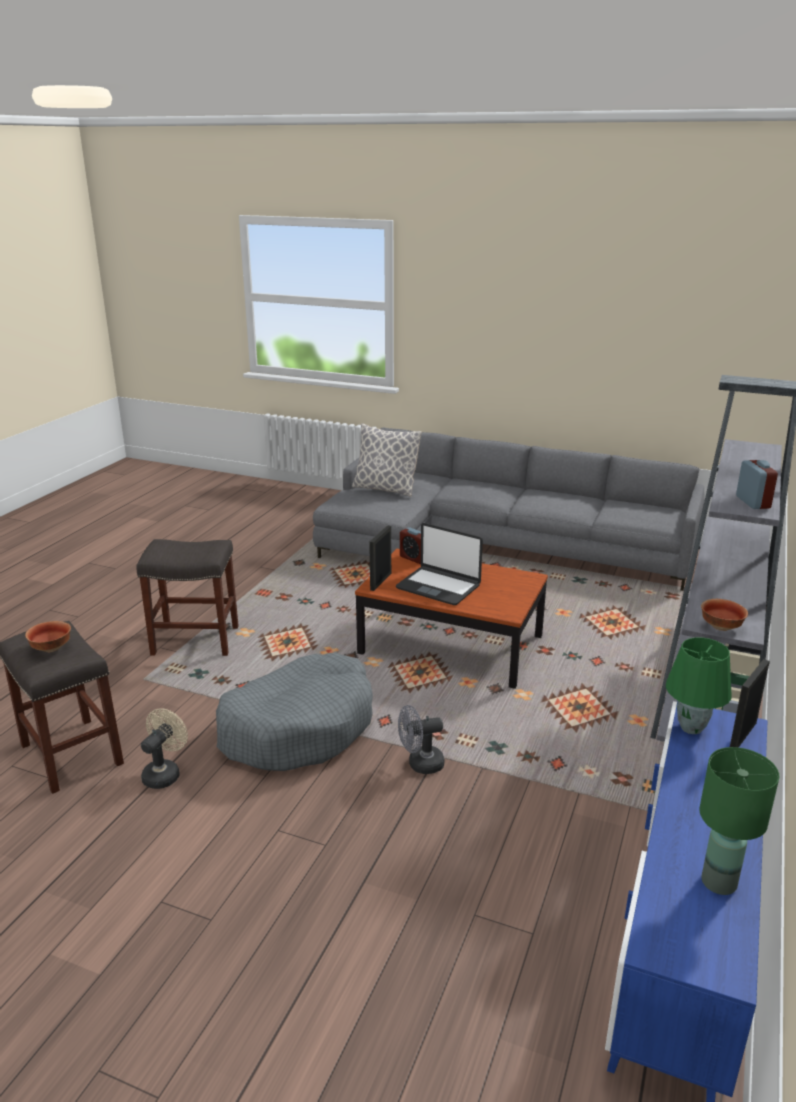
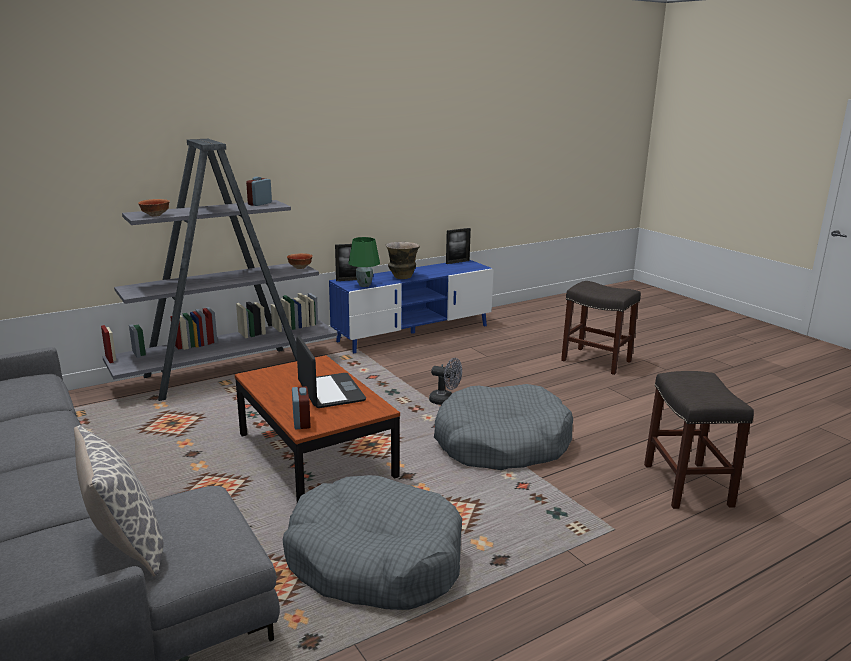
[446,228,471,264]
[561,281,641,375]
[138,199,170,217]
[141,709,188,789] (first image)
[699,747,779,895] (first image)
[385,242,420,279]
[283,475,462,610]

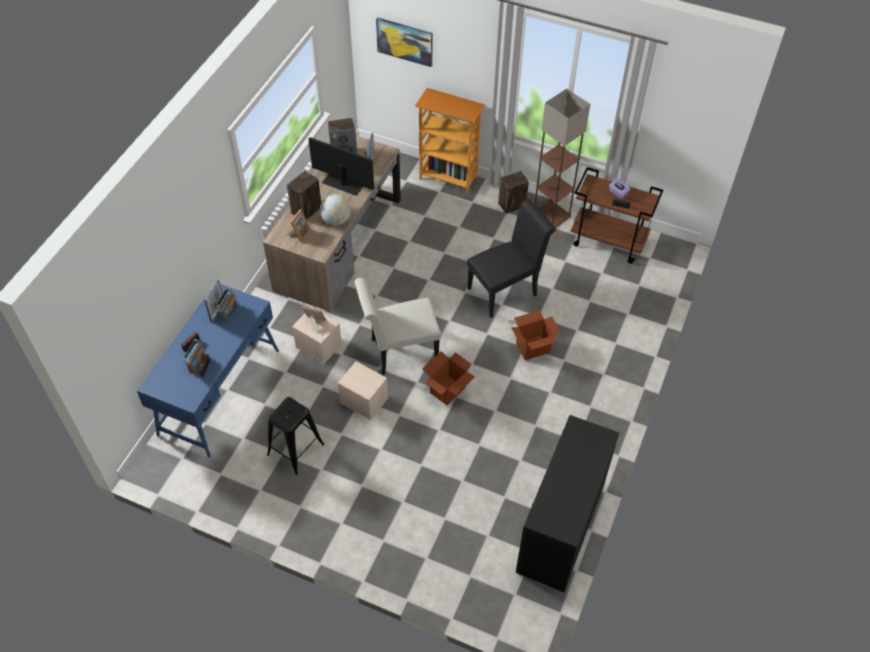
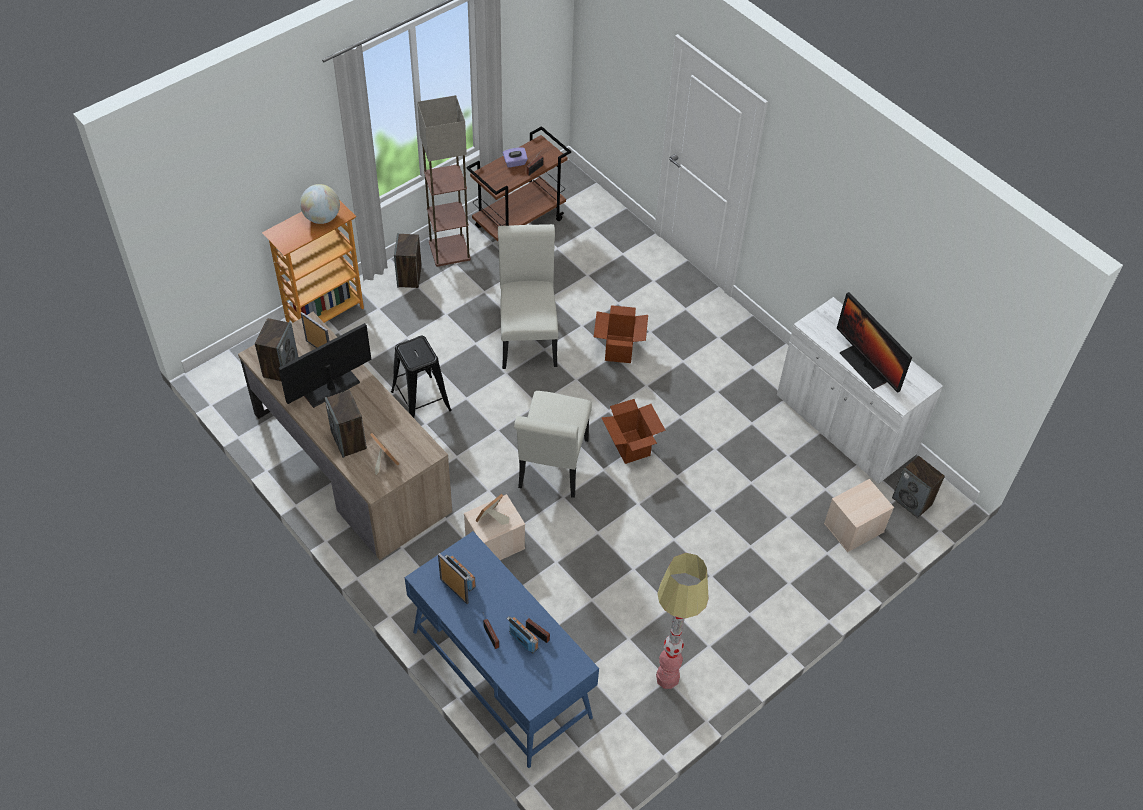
[376,17,433,67] (first image)
[300,184,340,224]
[498,224,558,369]
[824,479,894,552]
[391,336,452,418]
[777,297,943,484]
[837,292,912,393]
[892,456,945,518]
[656,553,709,689]

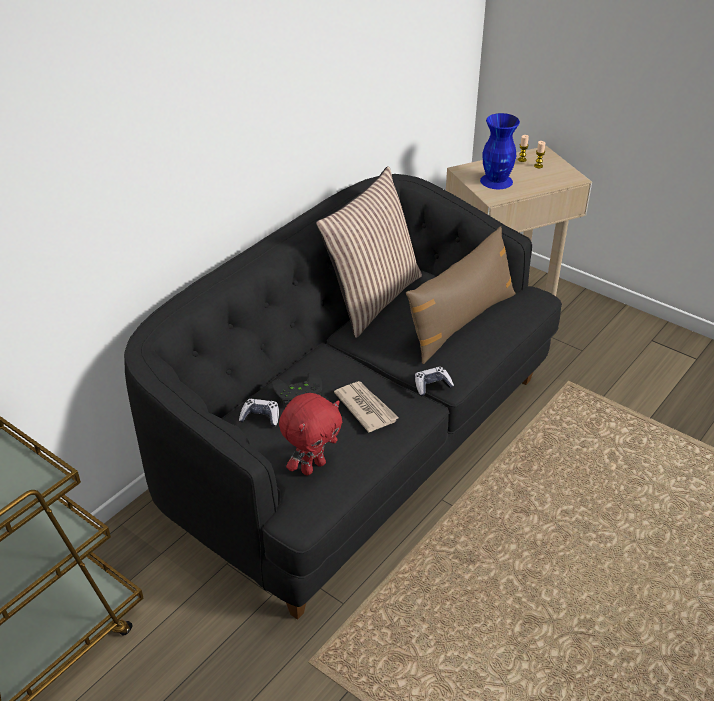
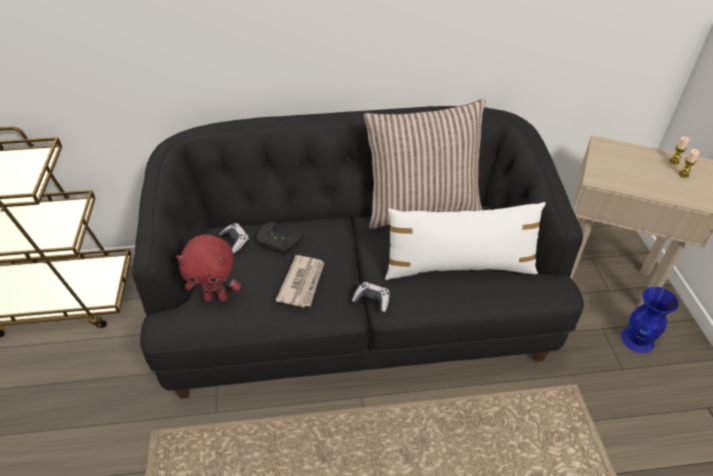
[621,287,679,353]
[385,202,546,280]

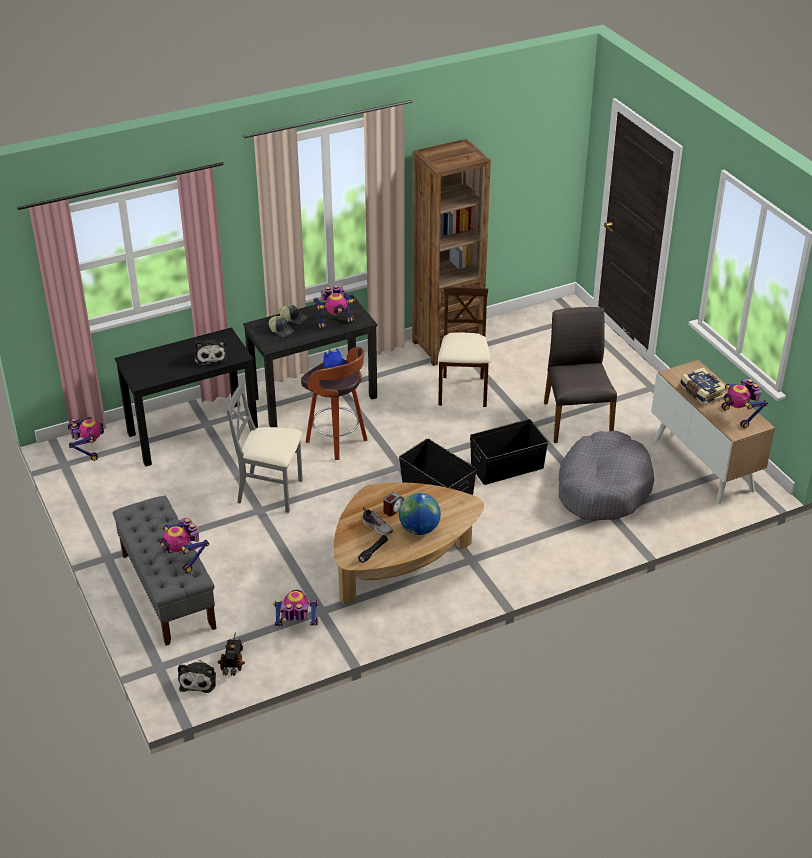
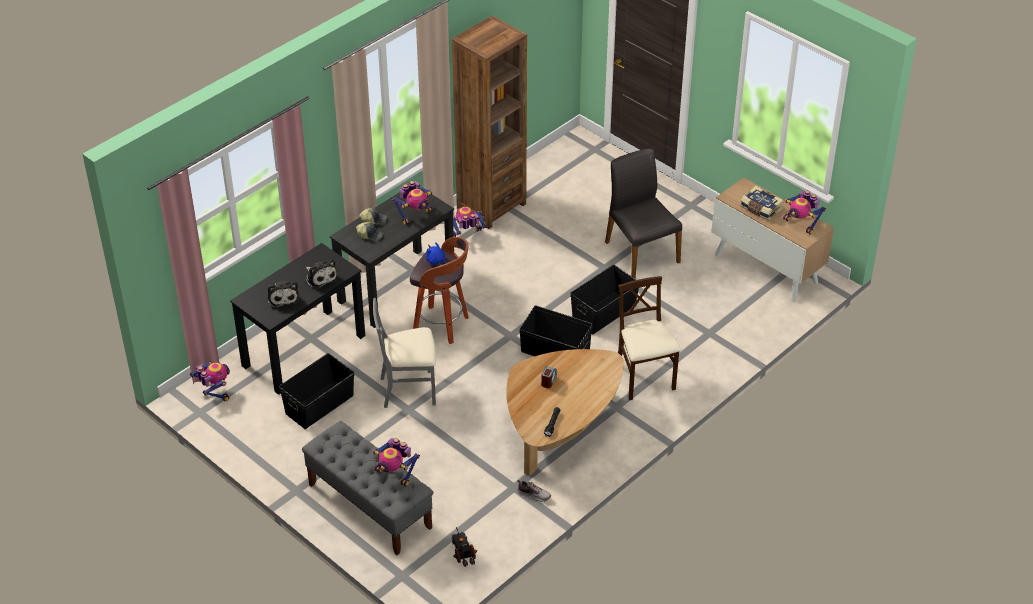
[618,276,681,400]
[558,431,654,521] (first image)
[399,493,441,535] (first image)
[517,480,551,502]
[453,206,487,237]
[267,281,299,308]
[279,353,354,429]

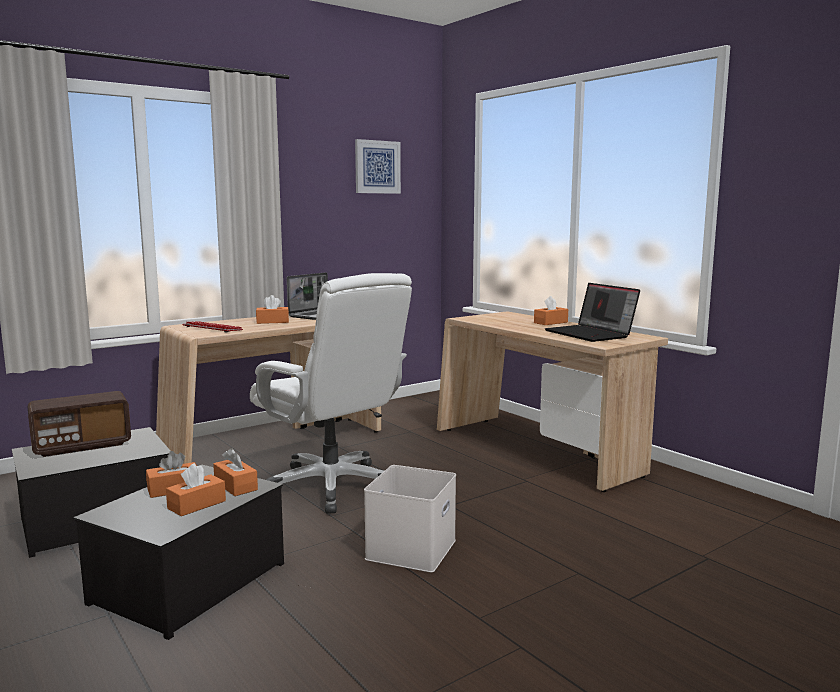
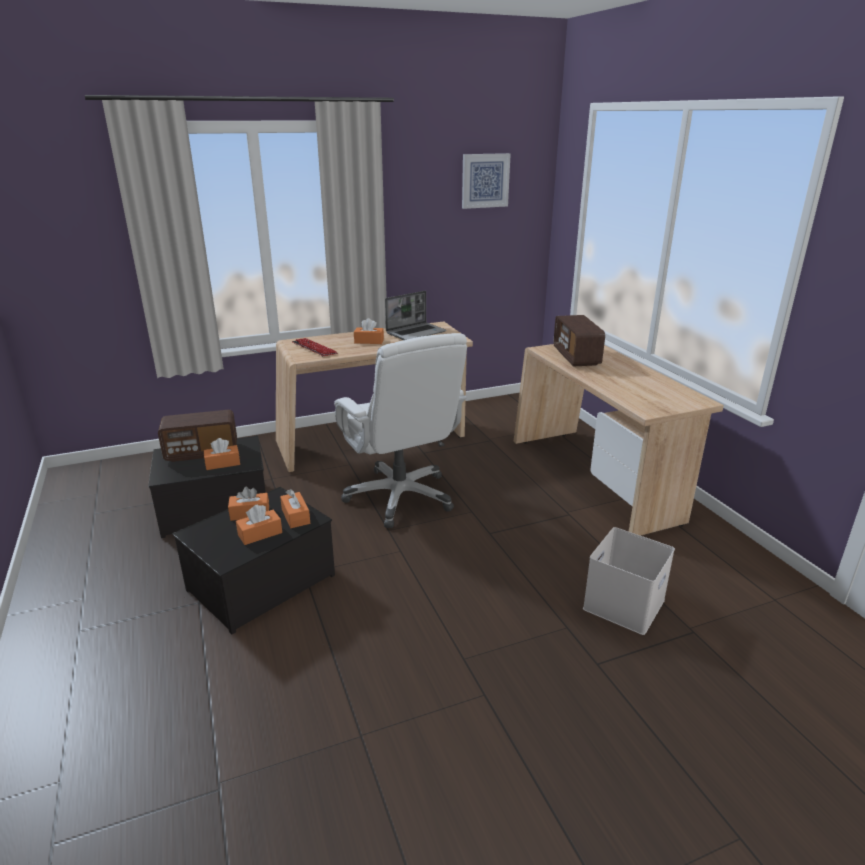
[545,283,640,342] (first image)
[204,438,240,470]
[583,527,675,635]
[553,315,605,367]

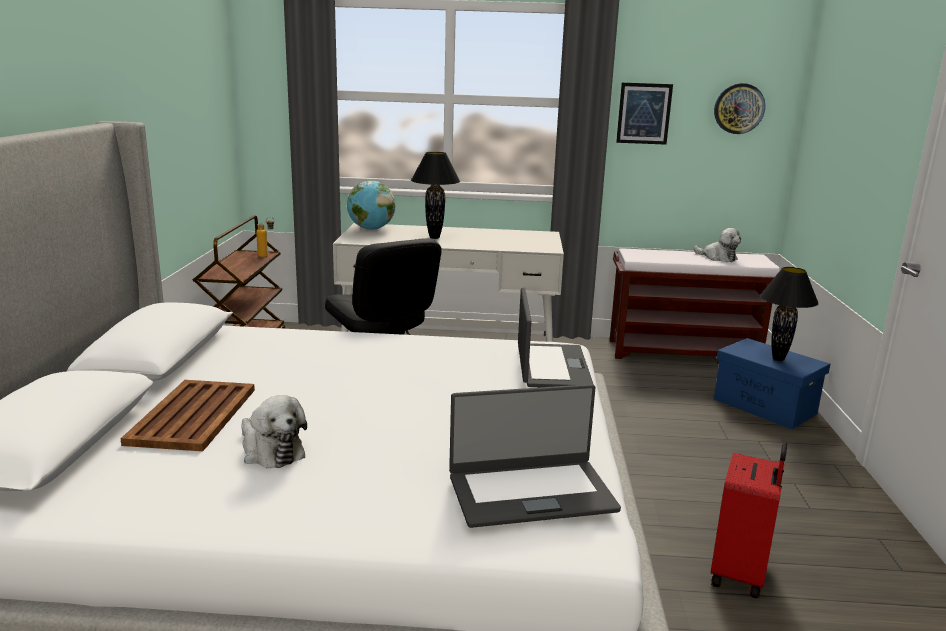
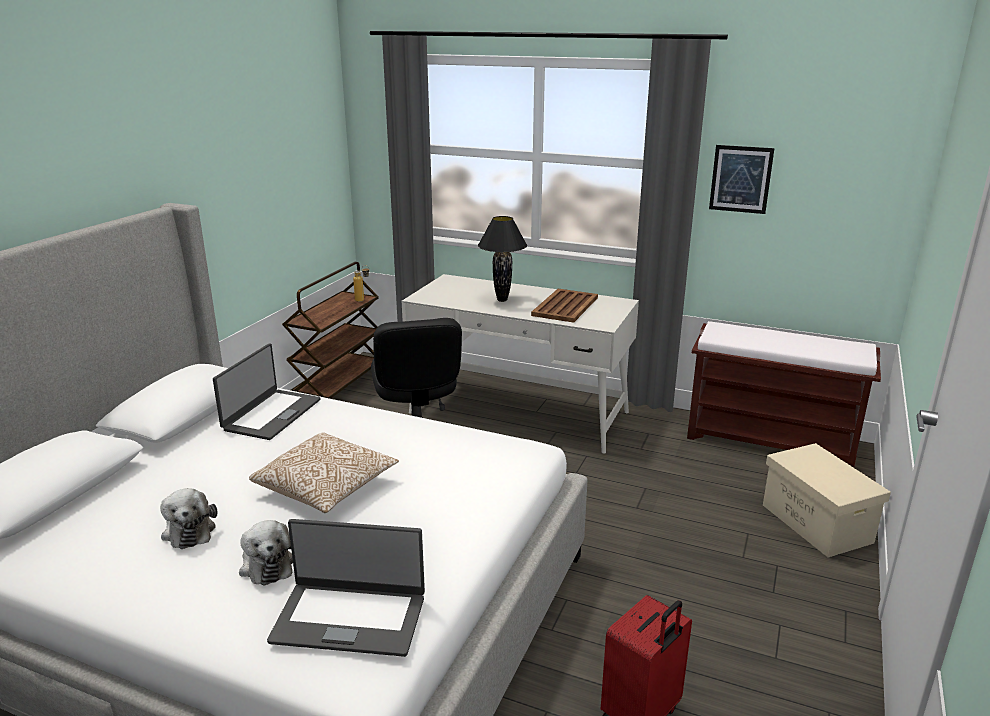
[714,83,765,134] (first image)
[347,181,395,230] (first image)
[239,520,293,586]
[760,267,819,361] (first image)
[213,343,320,440]
[763,443,891,557]
[531,289,598,323]
[249,432,399,513]

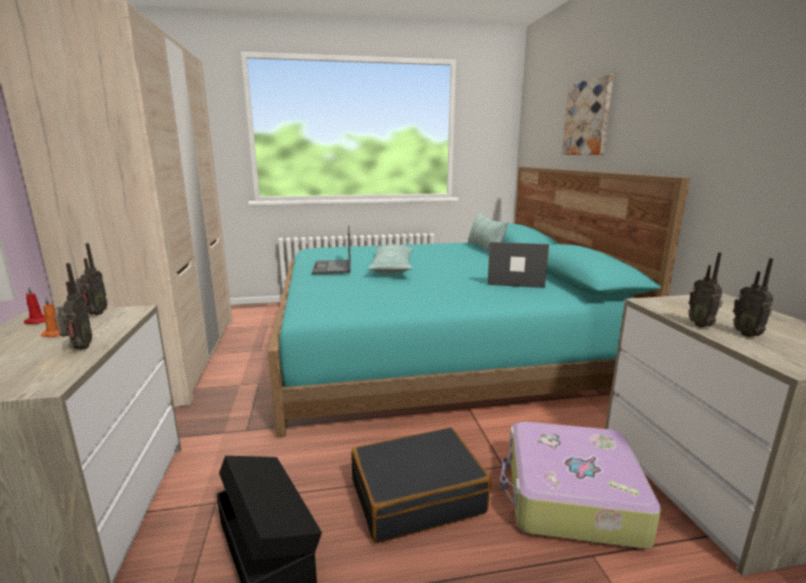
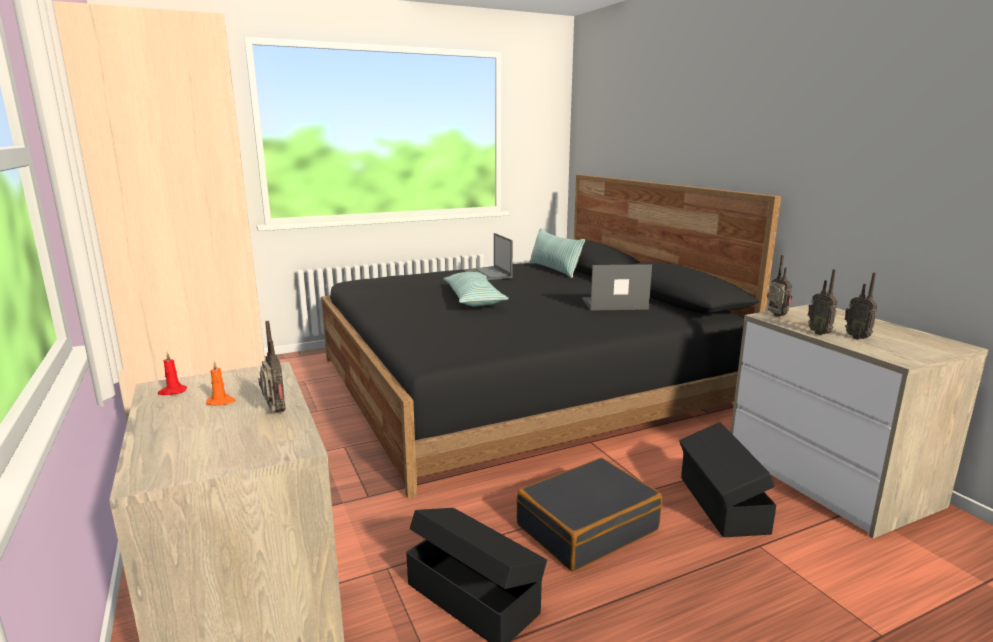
[562,74,614,155] (first image)
[321,174,781,499]
[463,233,513,280]
[767,255,792,317]
[679,422,776,537]

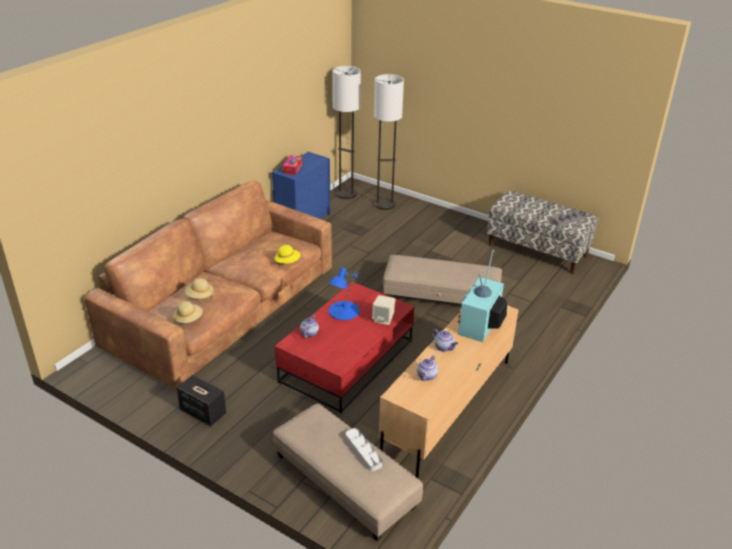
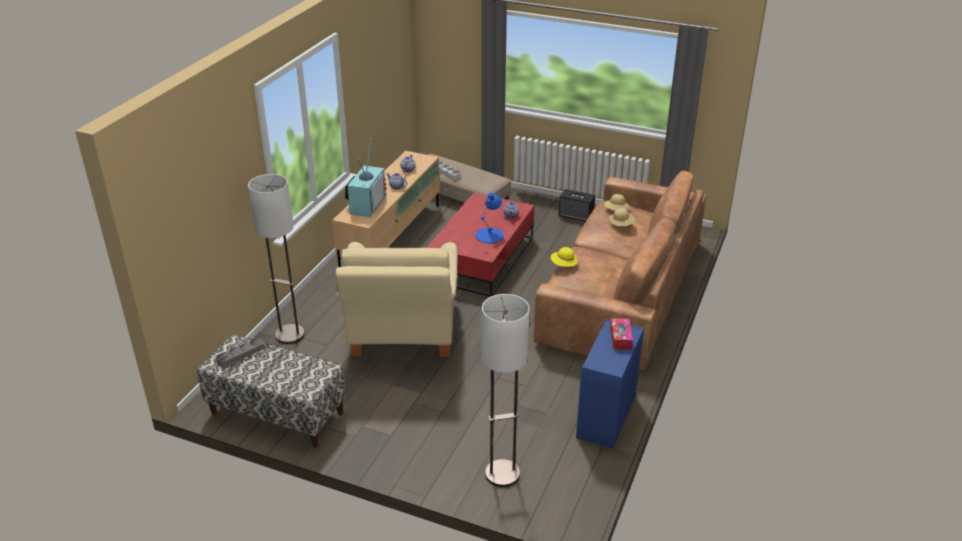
[248,174,305,344]
[335,242,458,357]
[372,295,395,325] (first image)

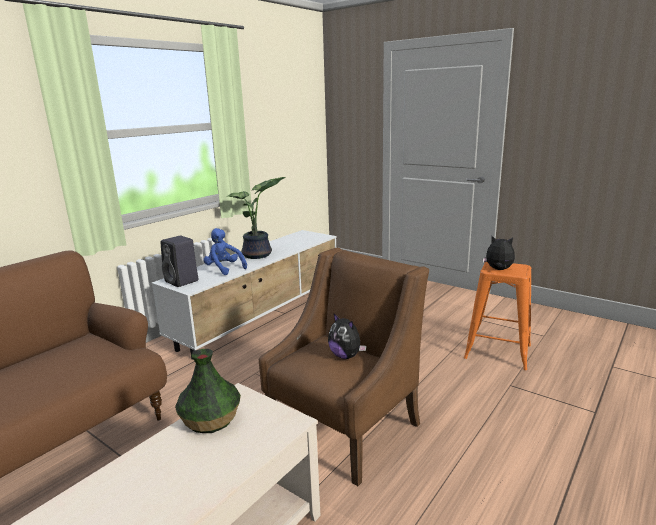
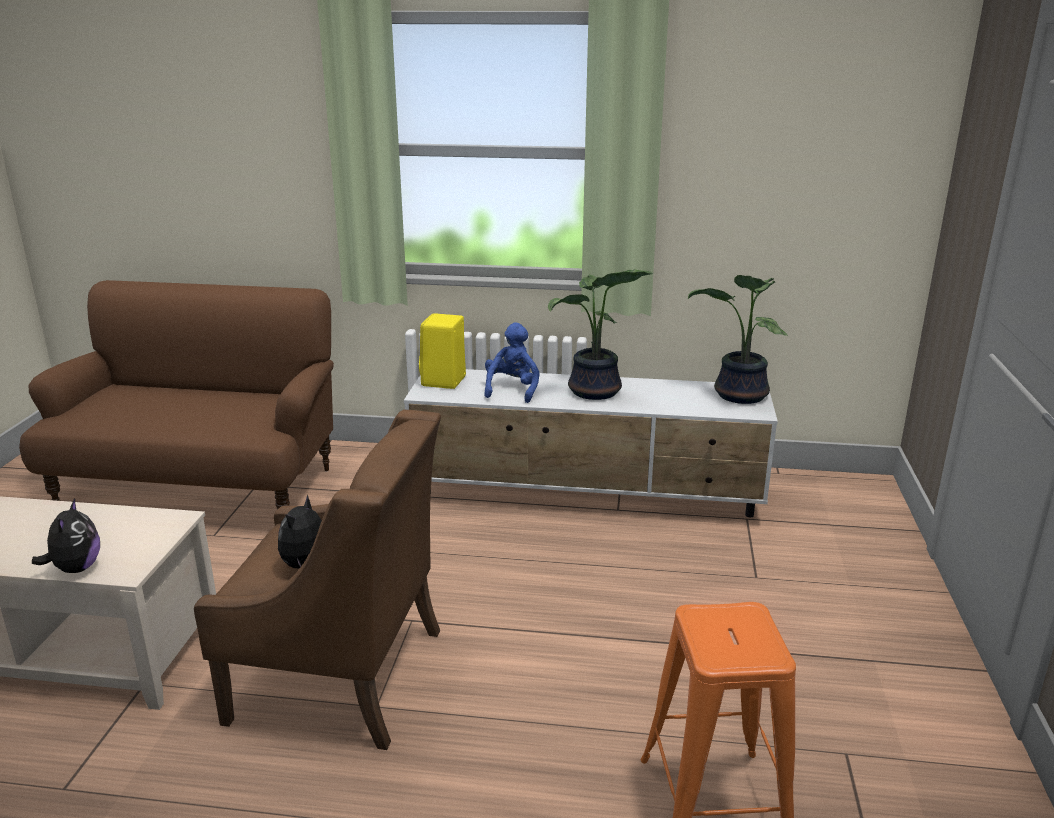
[419,313,466,389]
[32,498,100,573]
[175,349,241,433] (first image)
[688,275,788,404]

